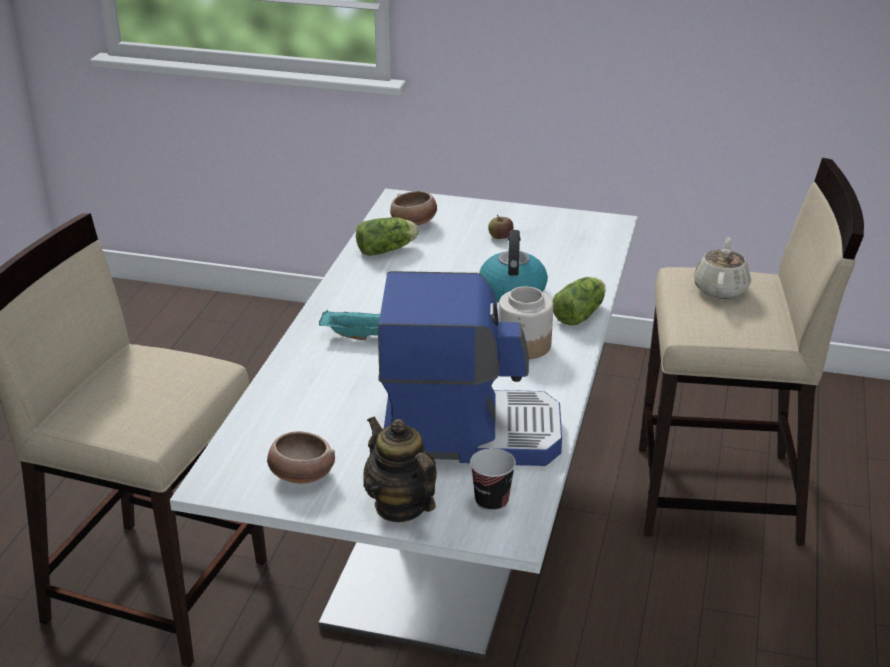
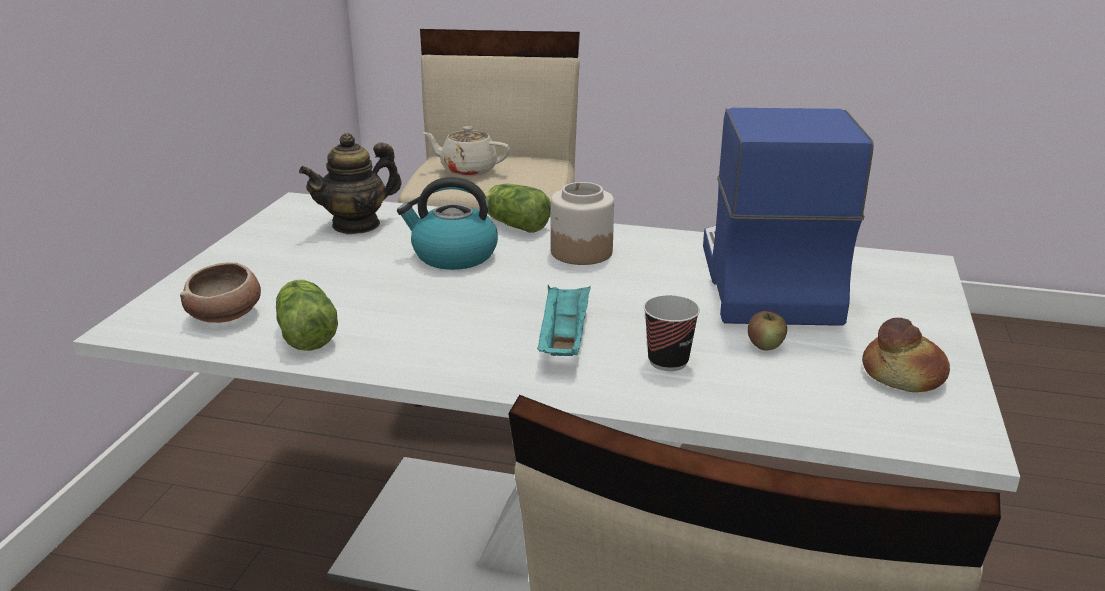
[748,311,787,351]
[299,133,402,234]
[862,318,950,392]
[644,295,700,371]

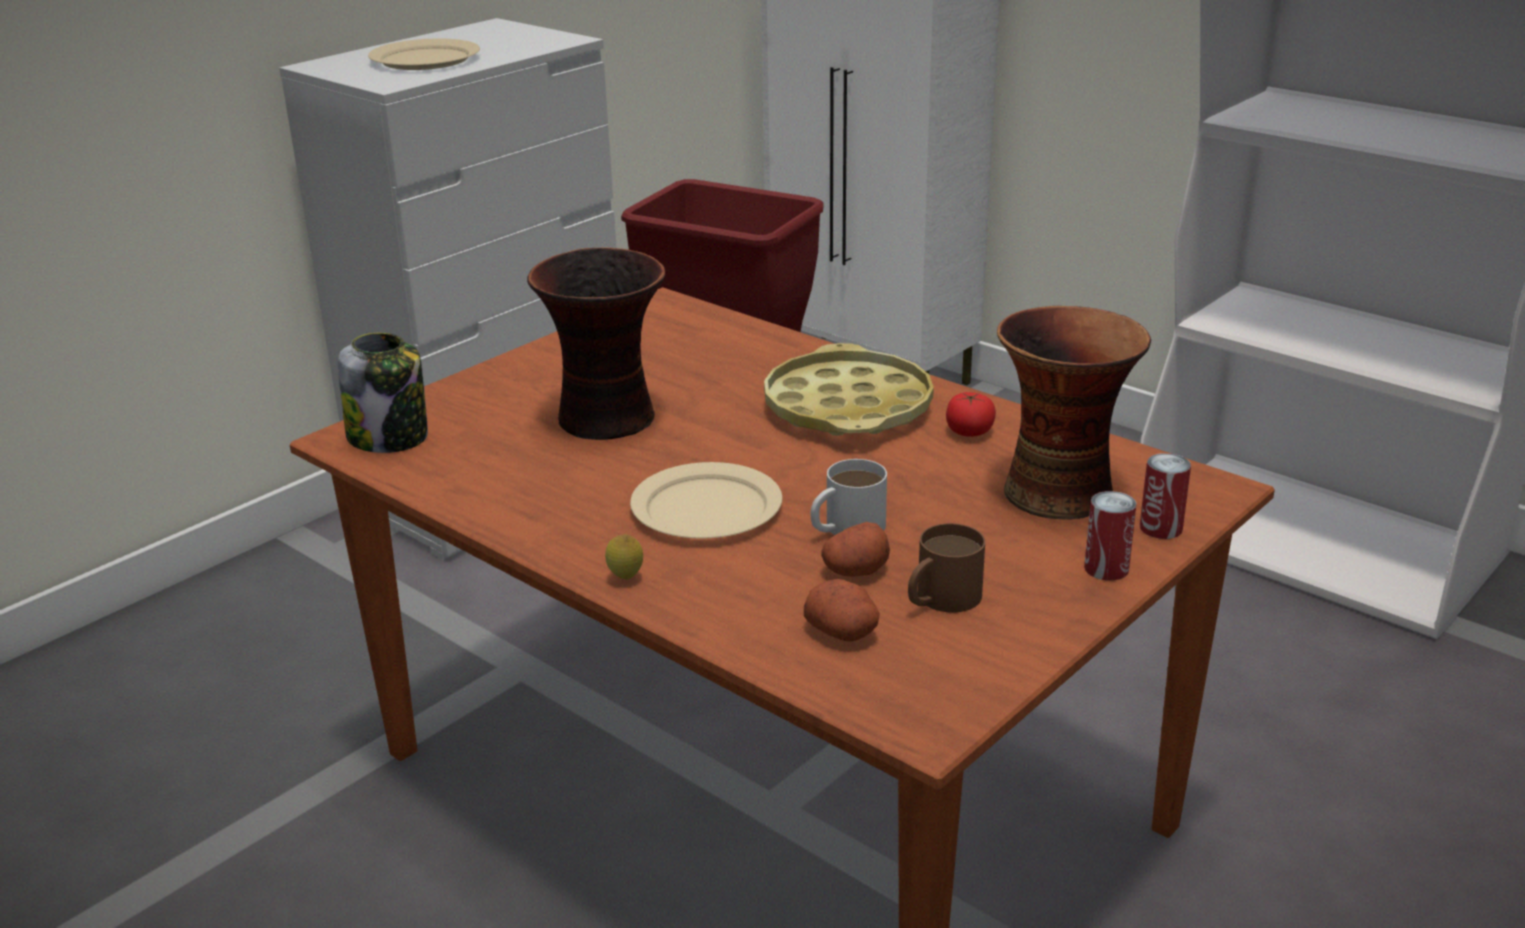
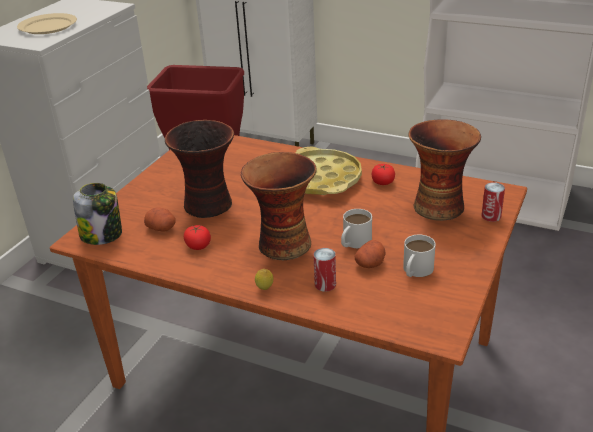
[241,152,317,260]
[313,248,336,292]
[403,234,436,277]
[144,207,176,232]
[184,225,211,250]

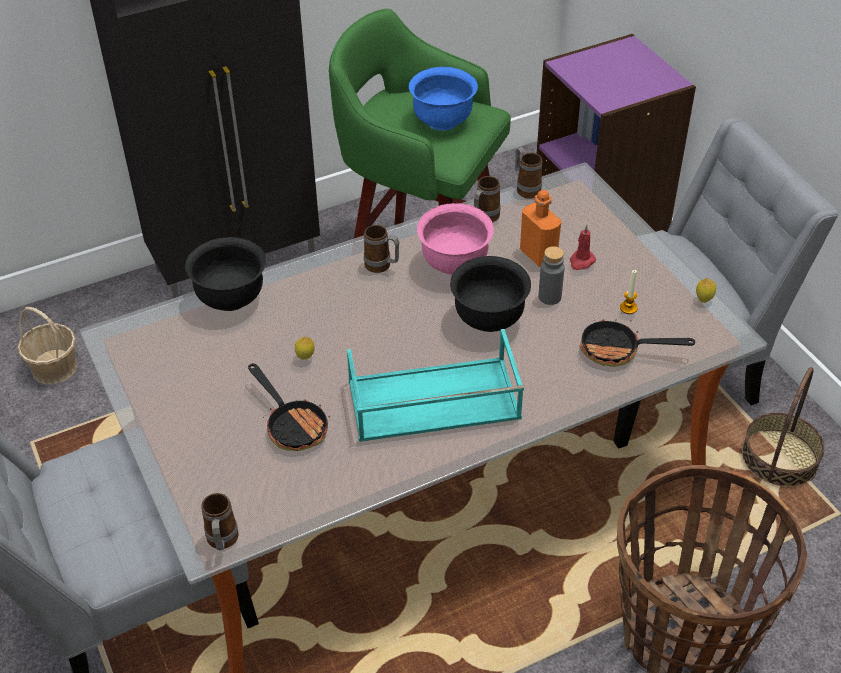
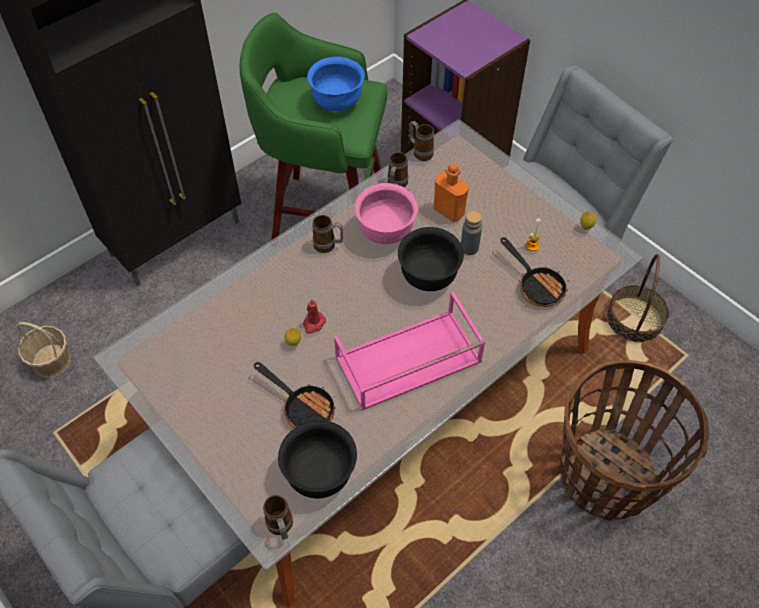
[303,298,326,334]
[278,420,357,499]
[500,237,569,307]
[334,292,486,410]

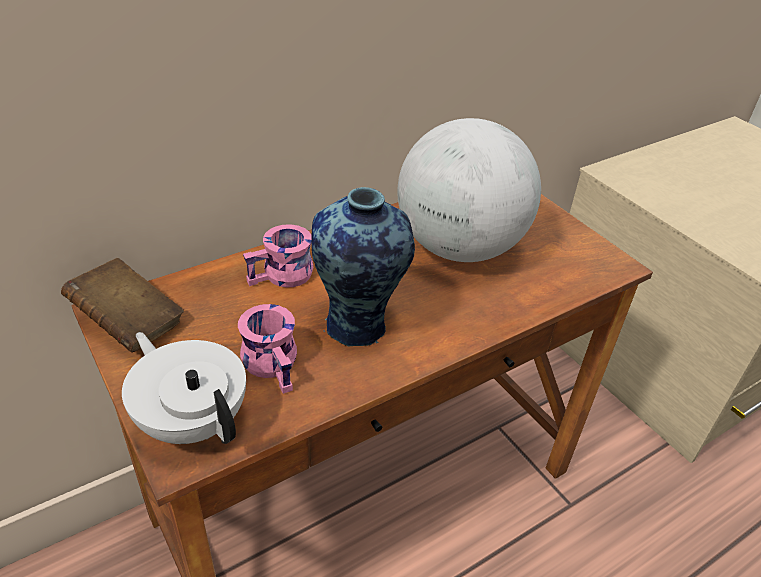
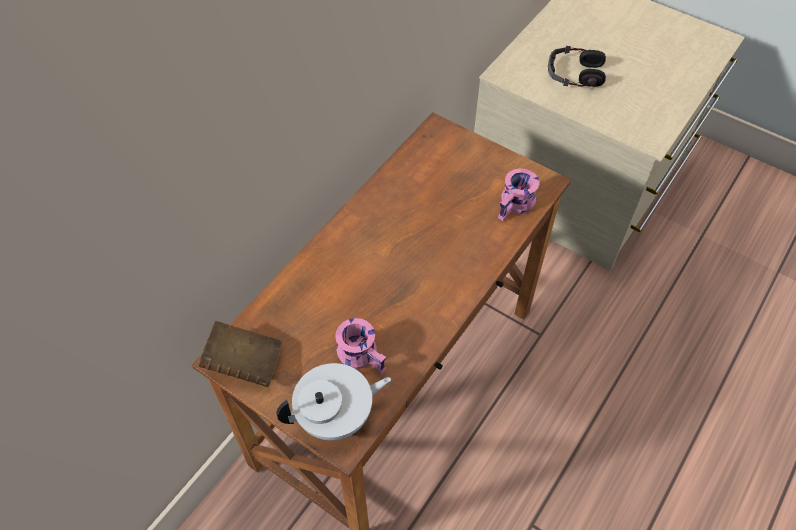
[397,118,541,262] (first image)
[311,187,415,346] (first image)
[498,168,539,221]
[276,363,391,441]
[548,46,606,87]

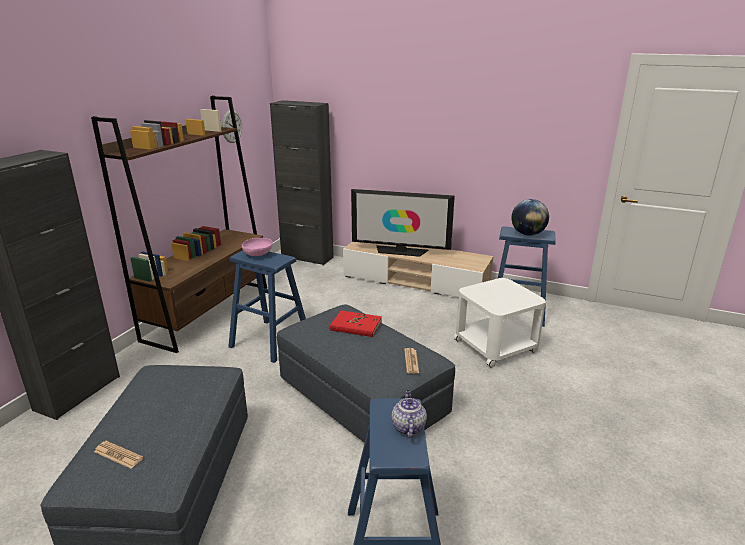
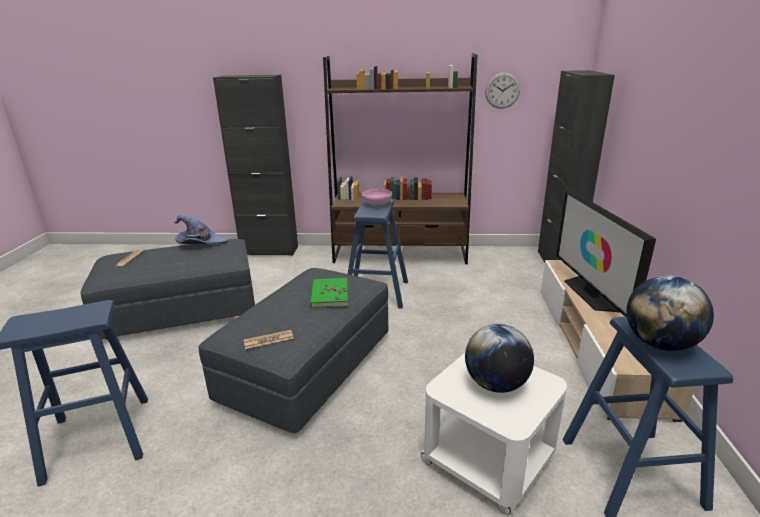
[310,278,348,308]
[391,390,427,438] (first image)
[174,214,227,244]
[465,324,534,393]

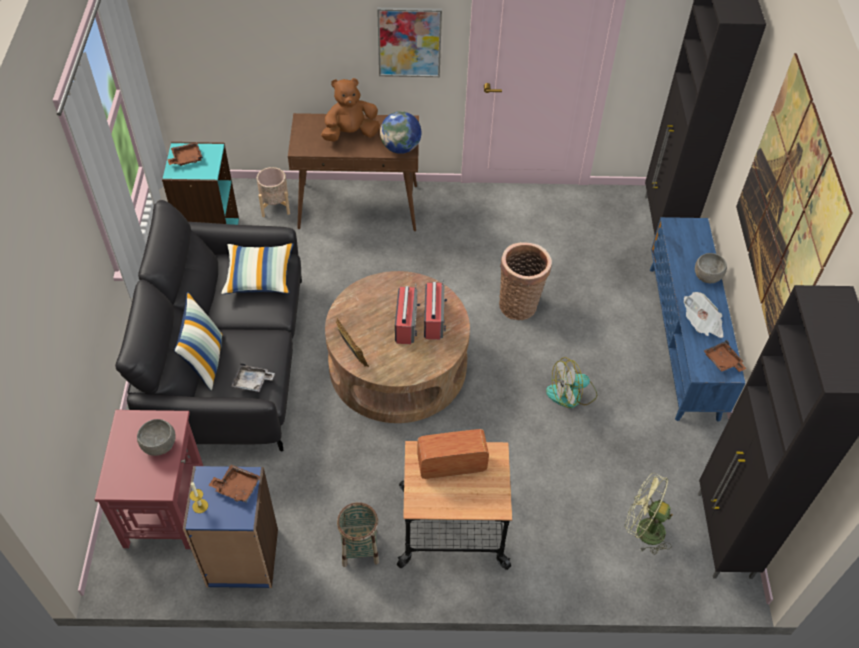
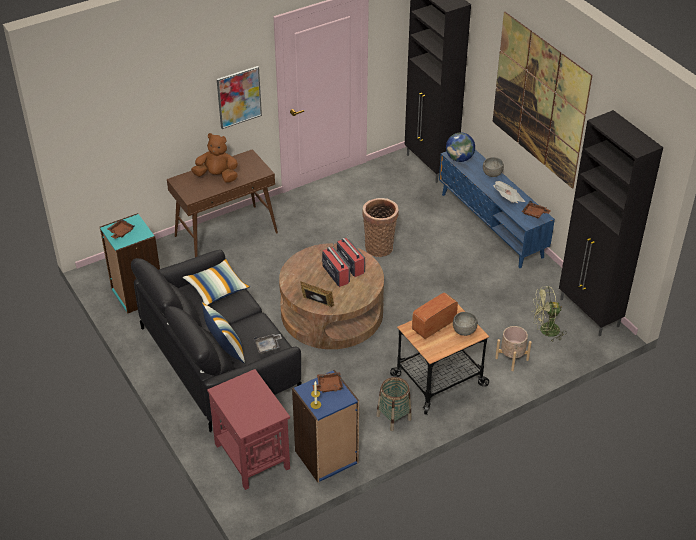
[191,133,238,183]
[446,133,475,162]
[495,326,532,371]
[546,357,597,408] (first image)
[453,312,478,336]

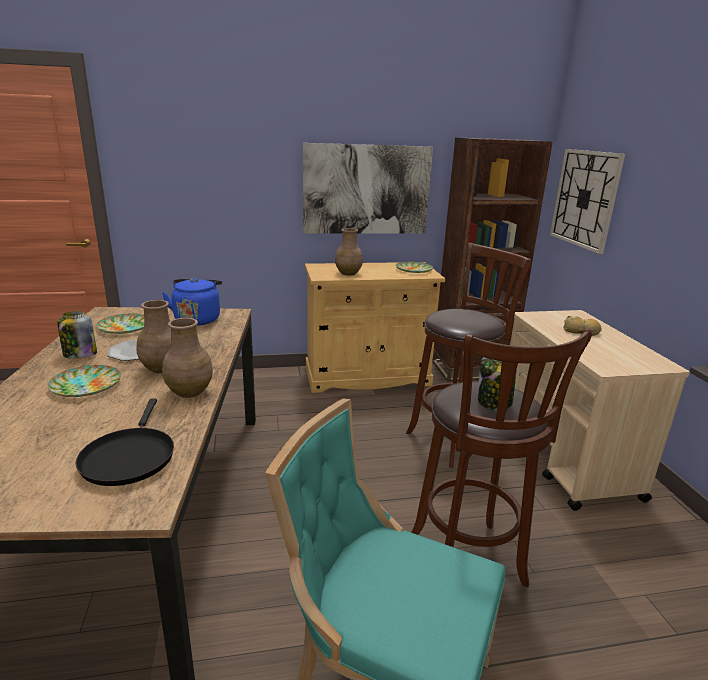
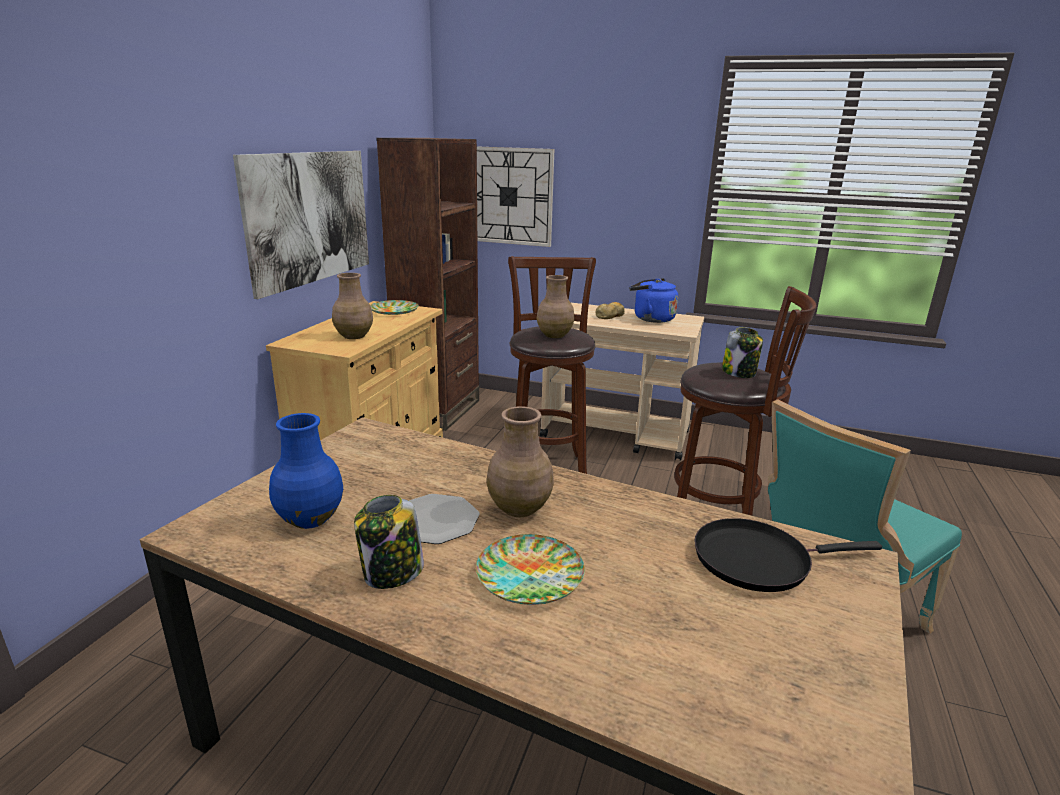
[629,278,678,323]
[269,413,343,529]
[537,275,574,338]
[694,518,882,592]

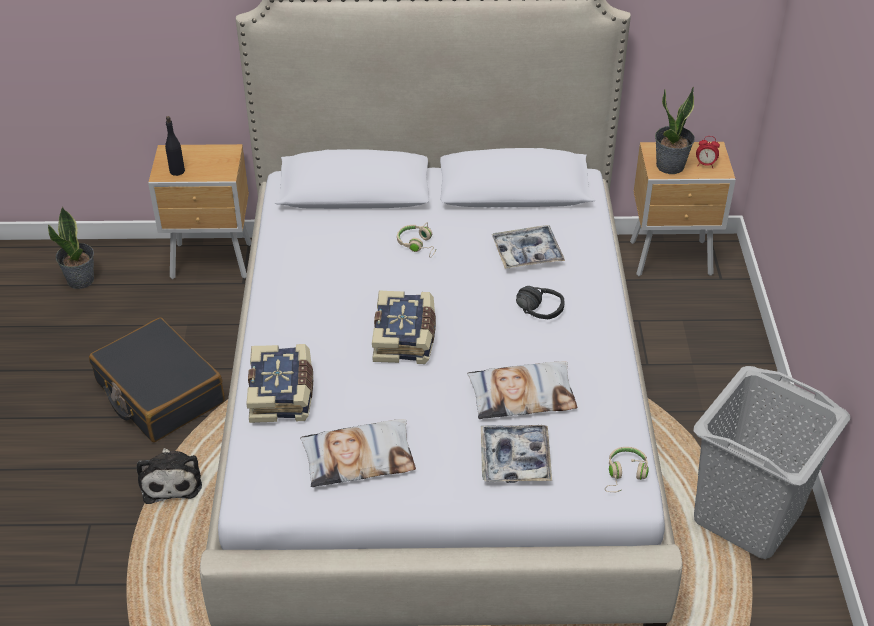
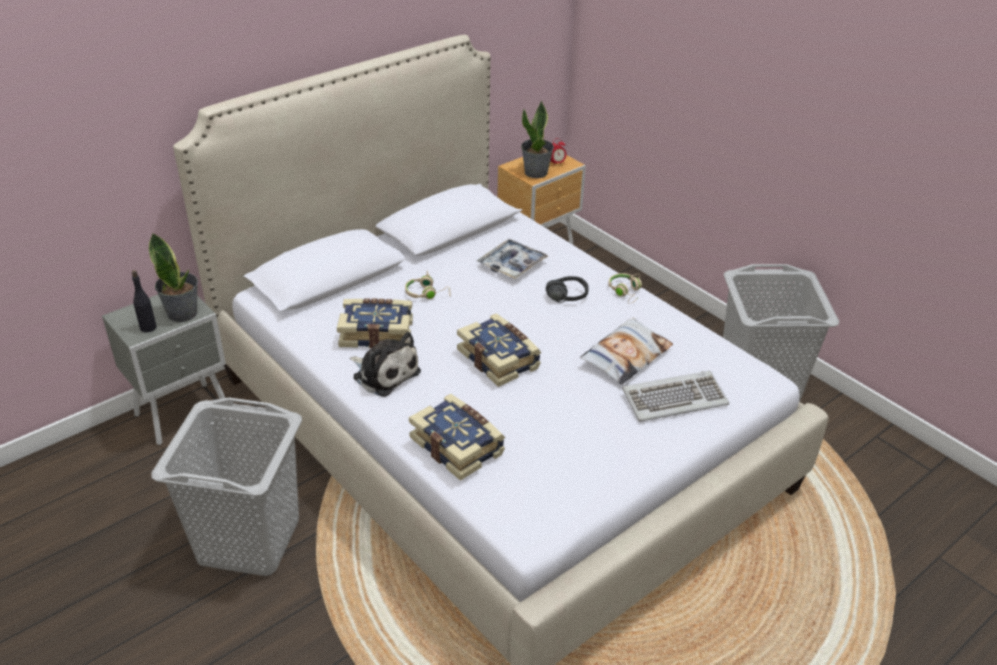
[102,295,226,445]
[149,233,198,322]
[151,397,302,576]
[300,419,416,487] (first image)
[622,371,729,422]
[608,273,642,304]
[350,332,421,397]
[337,299,413,349]

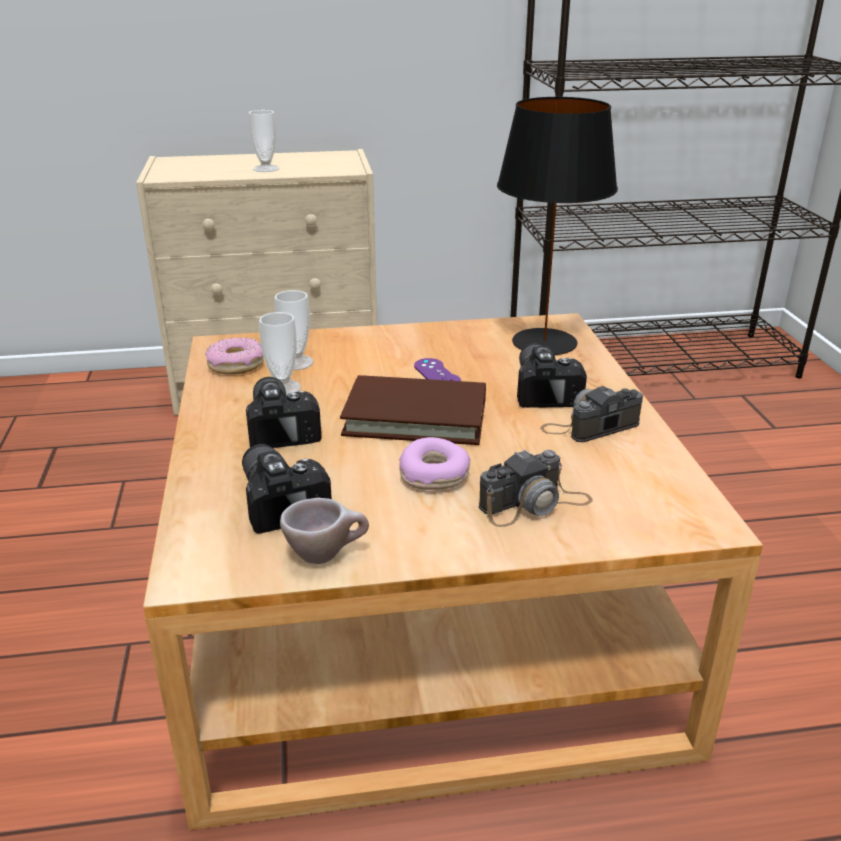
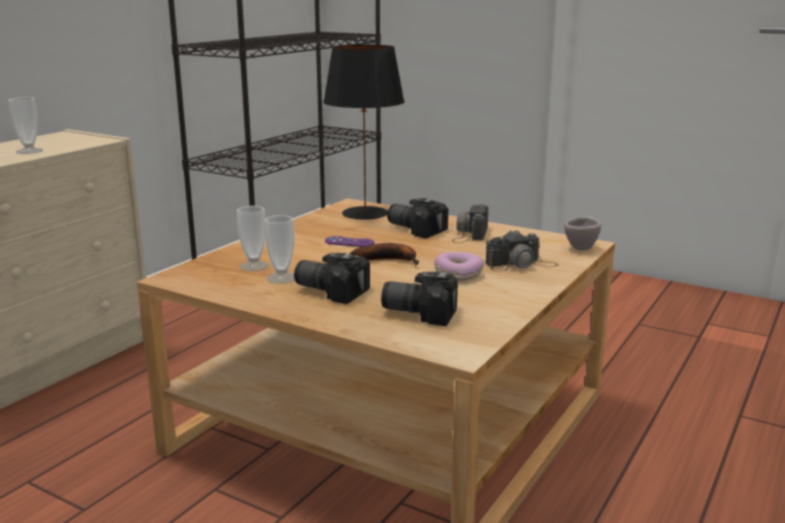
[205,338,264,375] (first image)
[349,243,419,266]
[485,230,558,272]
[564,217,601,251]

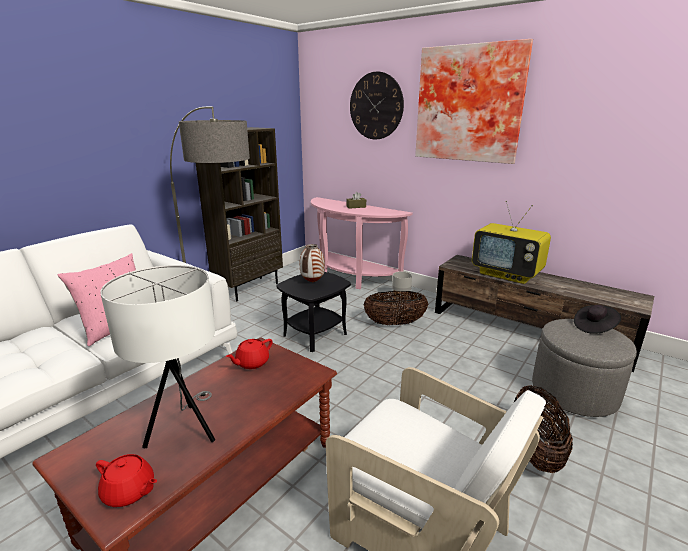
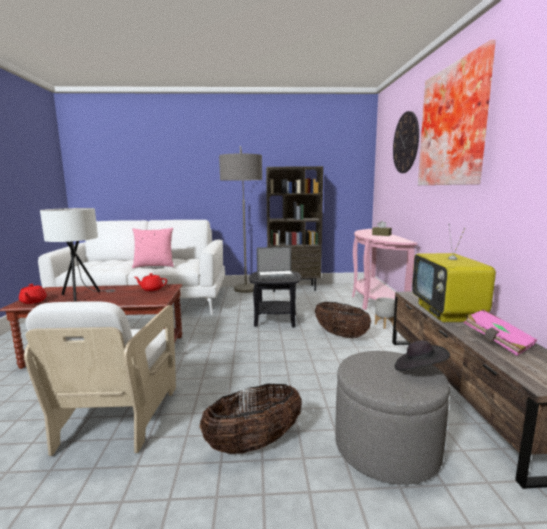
[257,247,296,280]
[463,309,537,356]

